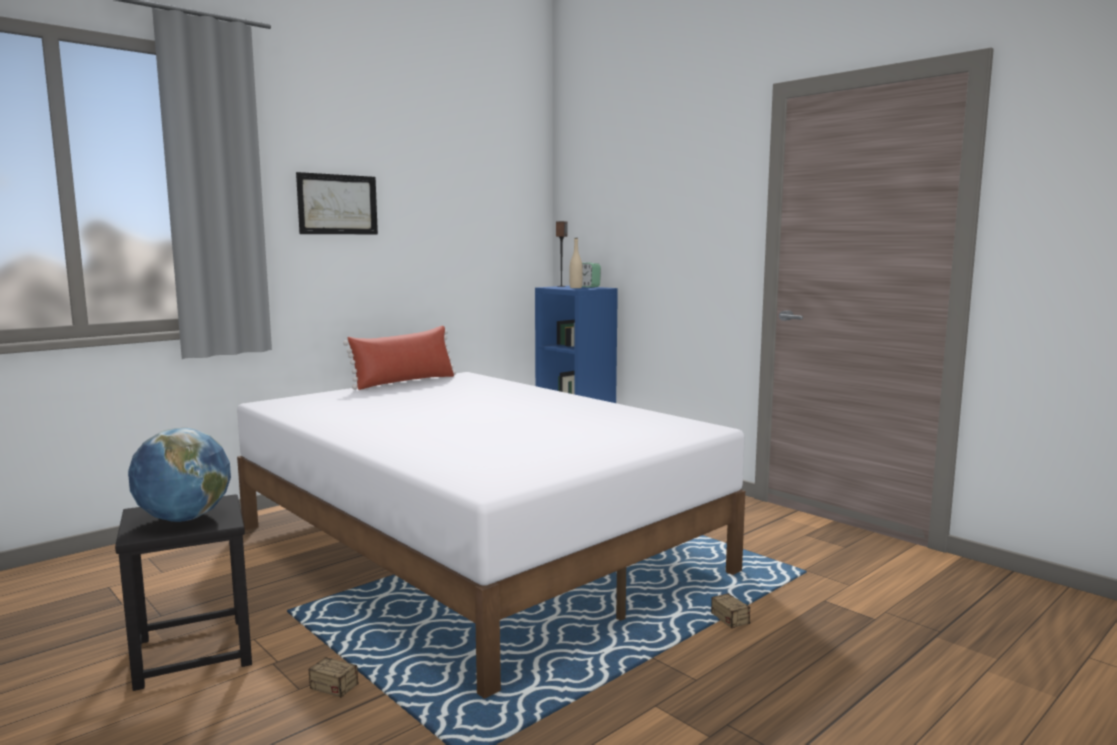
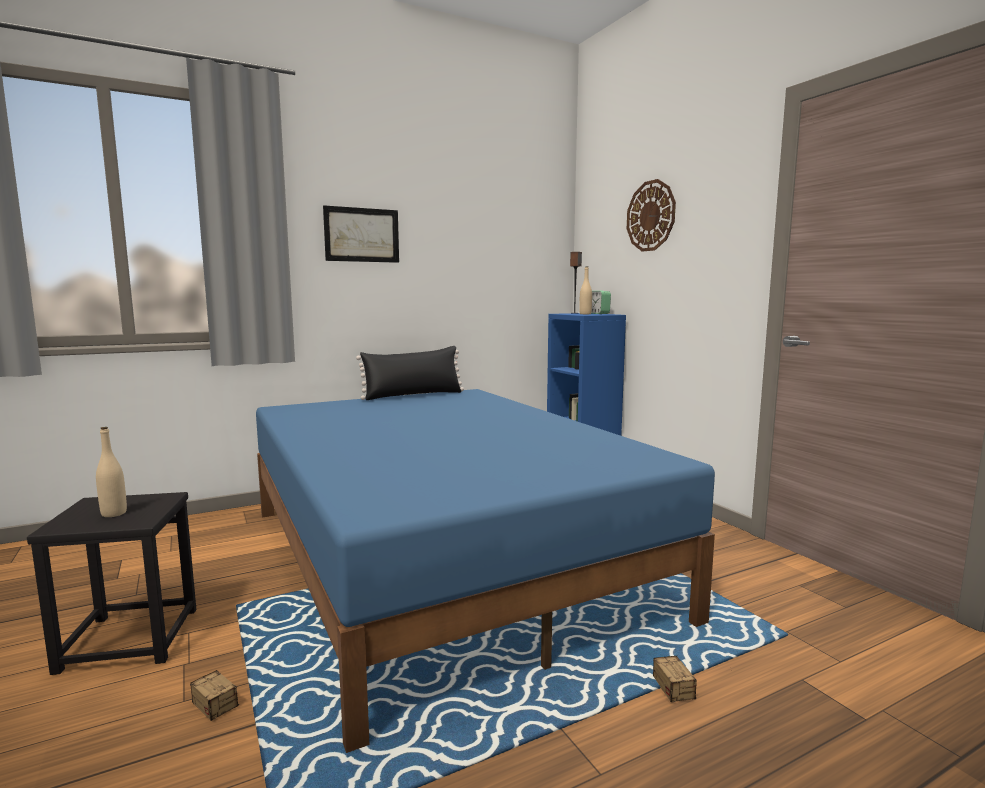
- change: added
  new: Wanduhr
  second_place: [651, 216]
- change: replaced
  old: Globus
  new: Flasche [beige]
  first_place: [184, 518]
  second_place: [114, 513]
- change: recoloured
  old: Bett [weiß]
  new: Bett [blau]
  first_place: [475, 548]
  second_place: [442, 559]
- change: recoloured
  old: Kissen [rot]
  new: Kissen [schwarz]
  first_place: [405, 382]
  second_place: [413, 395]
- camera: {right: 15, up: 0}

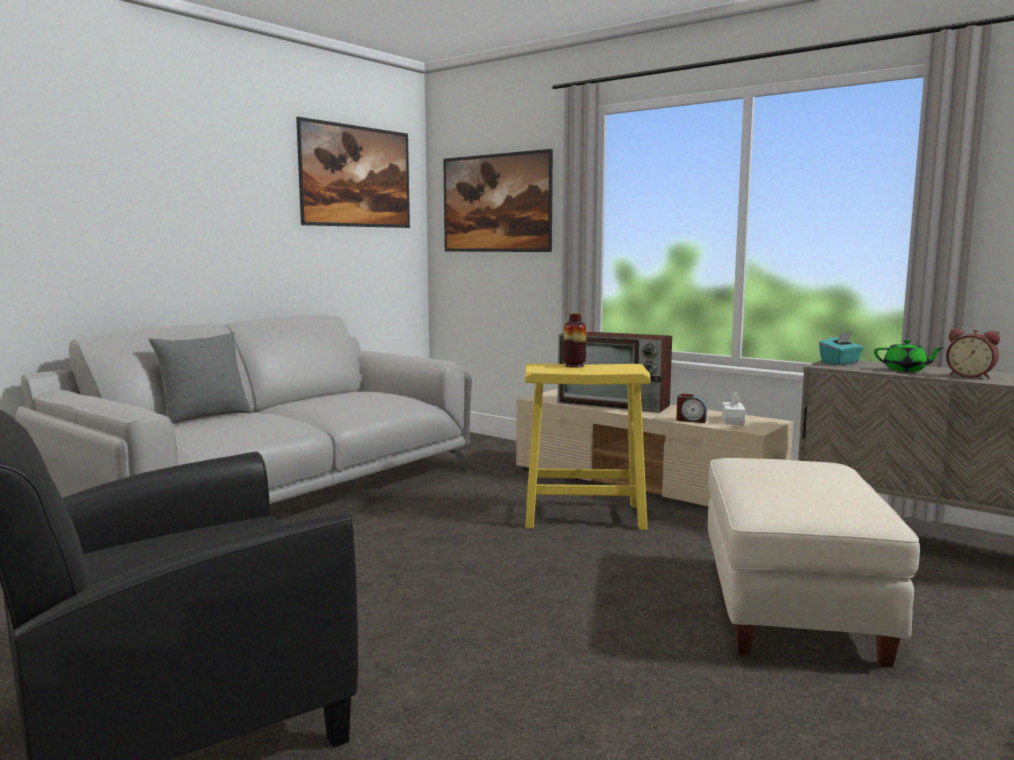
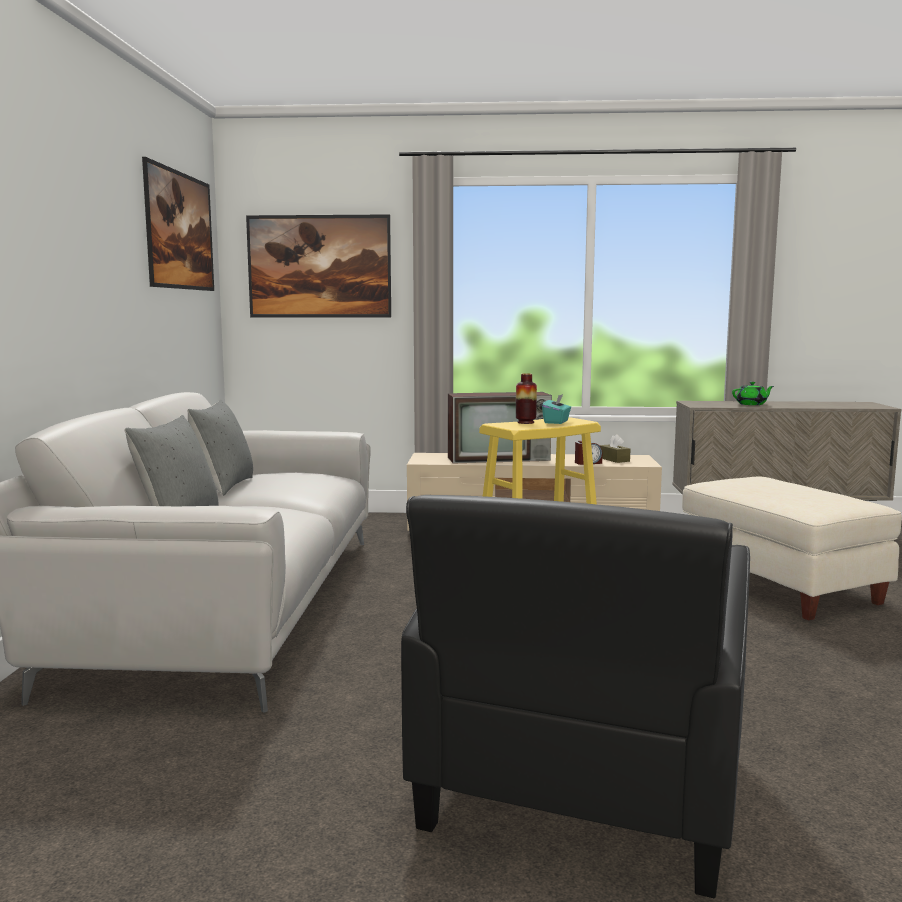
- change: removed
  old: Wecker
  first_place: [970, 376]
- change: added
  new: Kissen [grau]
  second_place: [224, 486]
- change: moved
  old: Taschentuchbox [türkis]
  first_place: [840, 363]
  second_place: [556, 422]
- change: recoloured
  old: Taschentuchbox [weiß]
  new: Taschentuchbox [braun]
  first_place: [733, 420]
  second_place: [614, 459]
- camera: {right: -35, up: 0}

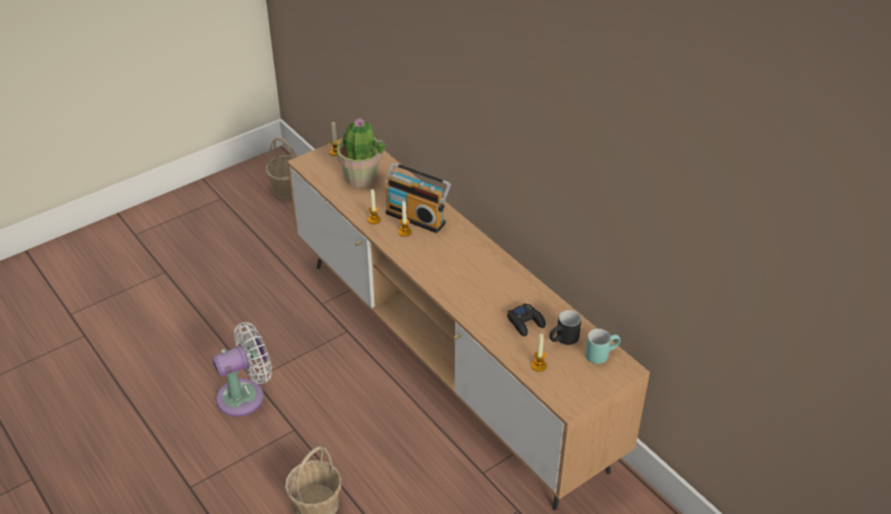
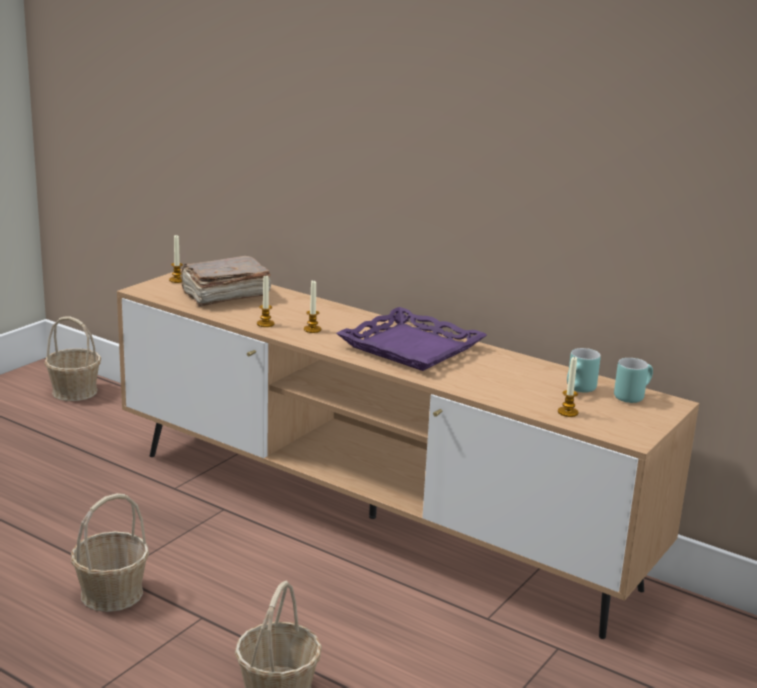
- change: removed
  old: Radio
  first_place: [417, 217]
- change: removed
  old: Gamepad [schwarz]
  first_place: [526, 323]
- change: added
  new: Tablett [lila]
  second_place: [412, 347]
- change: replaced
  old: Ventilator [weiß]
  new: Korb
  first_place: [245, 396]
  second_place: [111, 593]
- change: replaced
  old: Topfpflanze
  new: Buch [braun]
  first_place: [361, 178]
  second_place: [224, 295]
- change: recoloured
  old: Henkelbecher [schwarz]
  new: Henkelbecher [türkis]
  first_place: [564, 341]
  second_place: [580, 391]
- camera: {right: -20, up: -20}

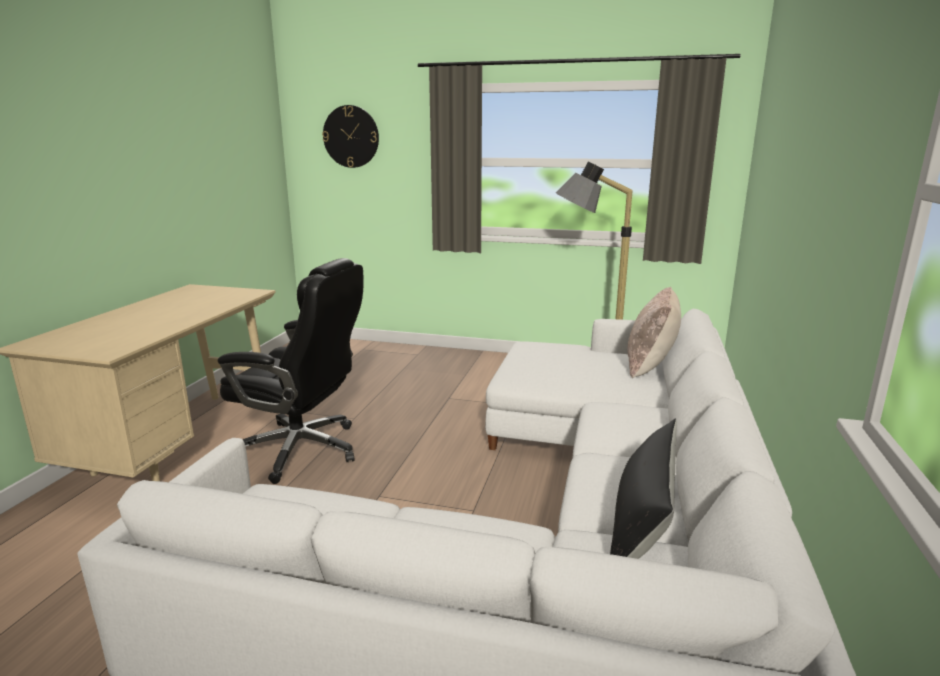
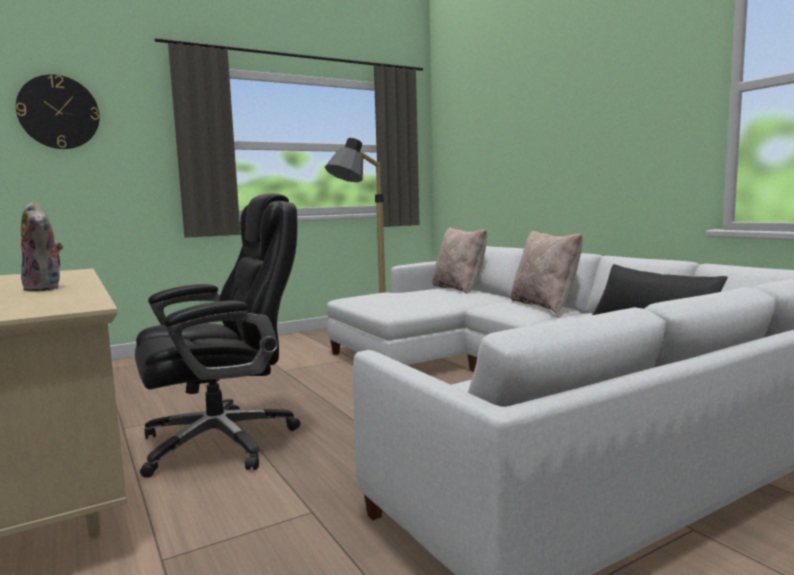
- change: added
  new: Plüschtier
  second_place: [46, 288]
- change: added
  new: Kissen [beige]
  second_place: [544, 305]
- camera: {right: -45, up: -10}

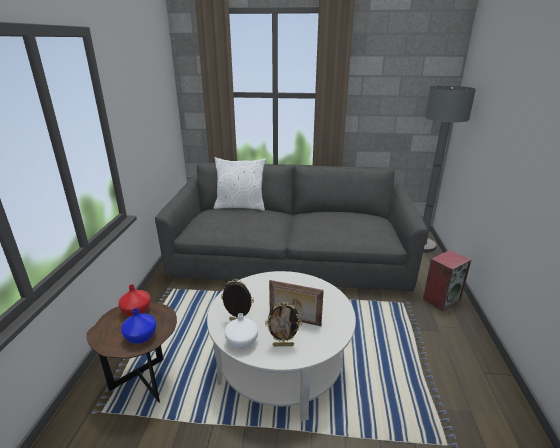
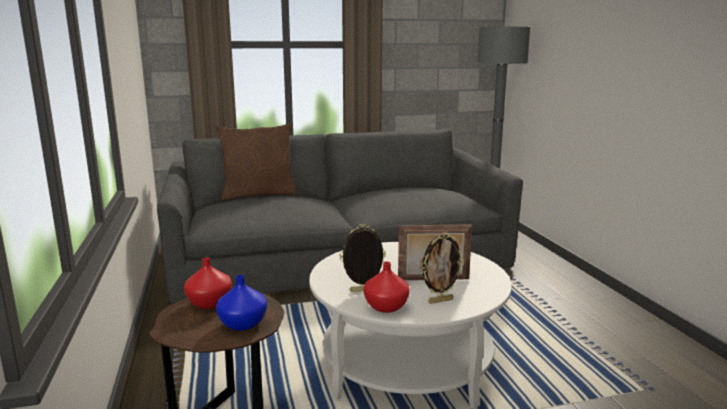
- change: removed
  old: Lautsprecher
  first_place: [441, 299]
- change: recoloured
  old: Kissen [weiß]
  new: Kissen [braun]
  first_place: [240, 206]
  second_place: [259, 195]
- change: recoloured
  old: Vase [weiß]
  new: Vase [rot]
  first_place: [242, 341]
  second_place: [386, 306]
- camera: {right: -20, up: -10}

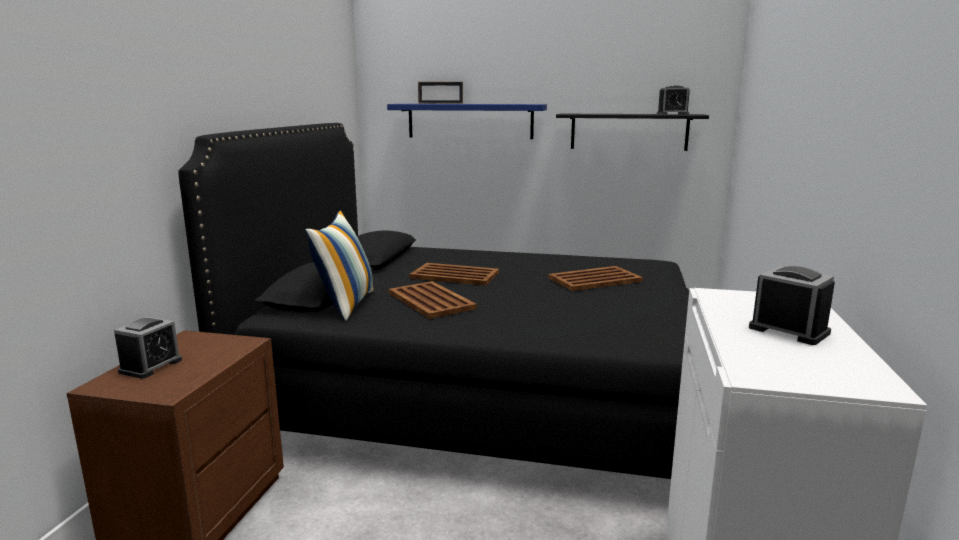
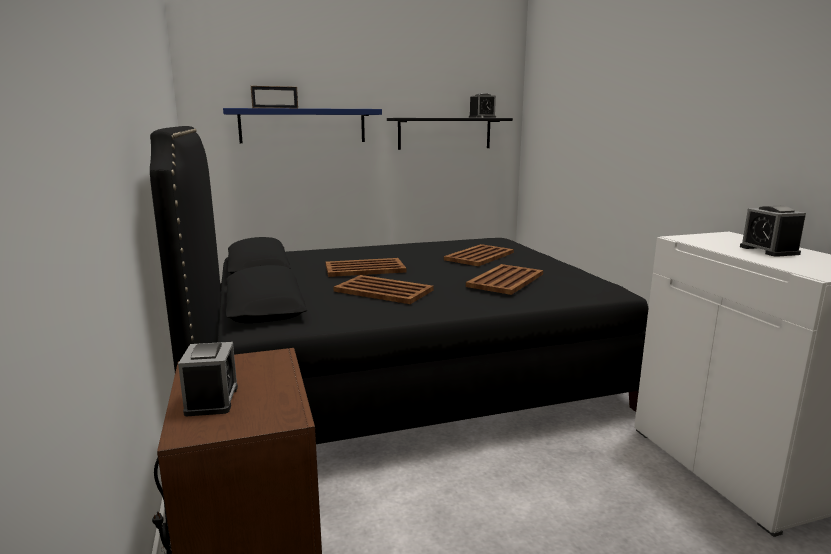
- change: removed
  old: Kissen
  first_place: [345, 304]
- change: added
  new: Tablett [braun]
  second_place: [505, 280]
- change: turned
  old: Wecker
  first_place: [788, 330]
  second_place: [769, 250]
  degrees: -120
- camera: {right: -30, up: 0}

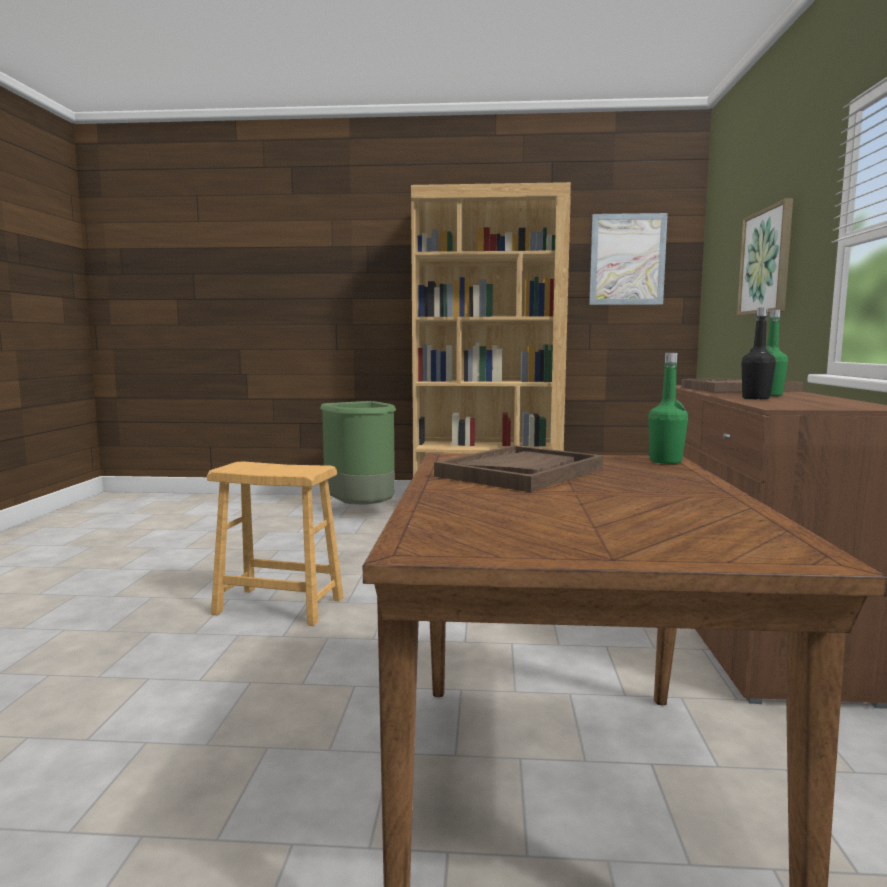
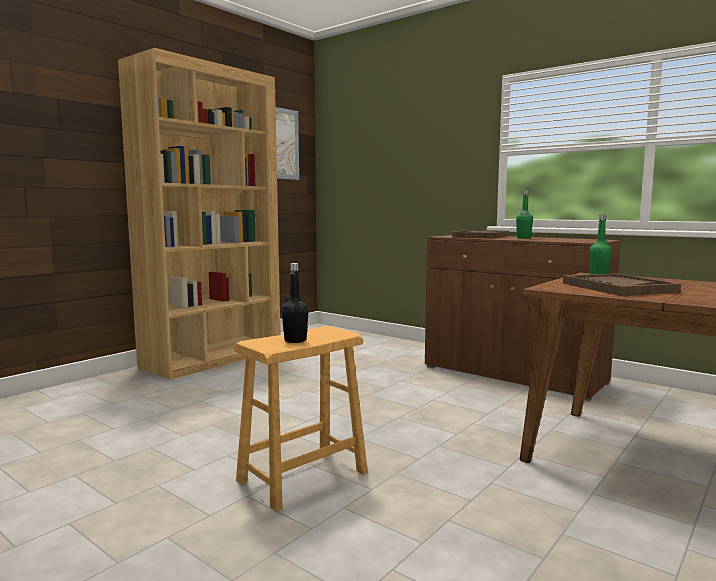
- change: removed
  old: Mülleimer [grün]
  first_place: [362, 511]
- change: removed
  old: Bild
  first_place: [766, 262]
- change: moved
  old: Flasche [schwarz]
  first_place: [755, 398]
  second_place: [295, 340]
- camera: {right: -55, up: 0}

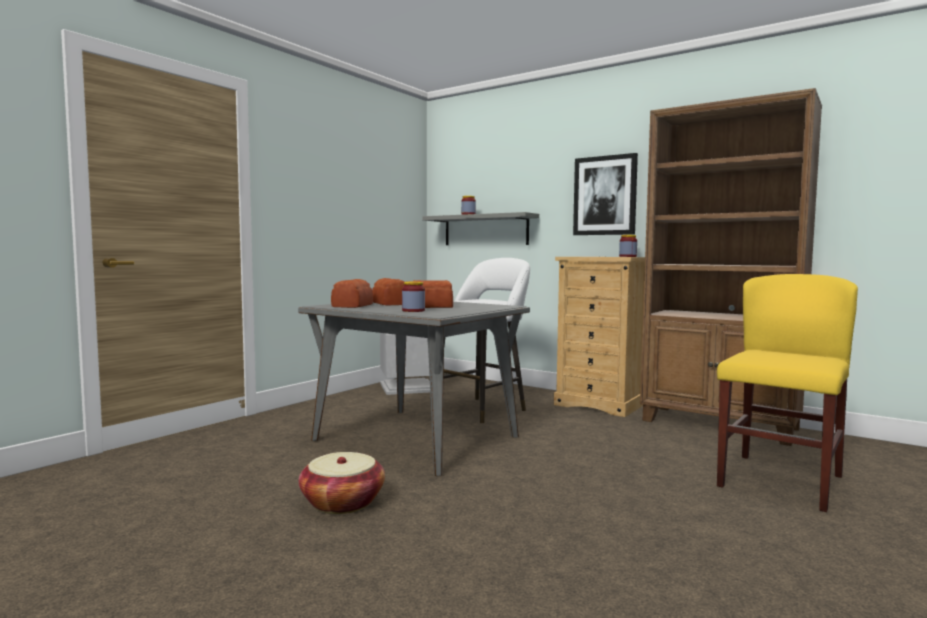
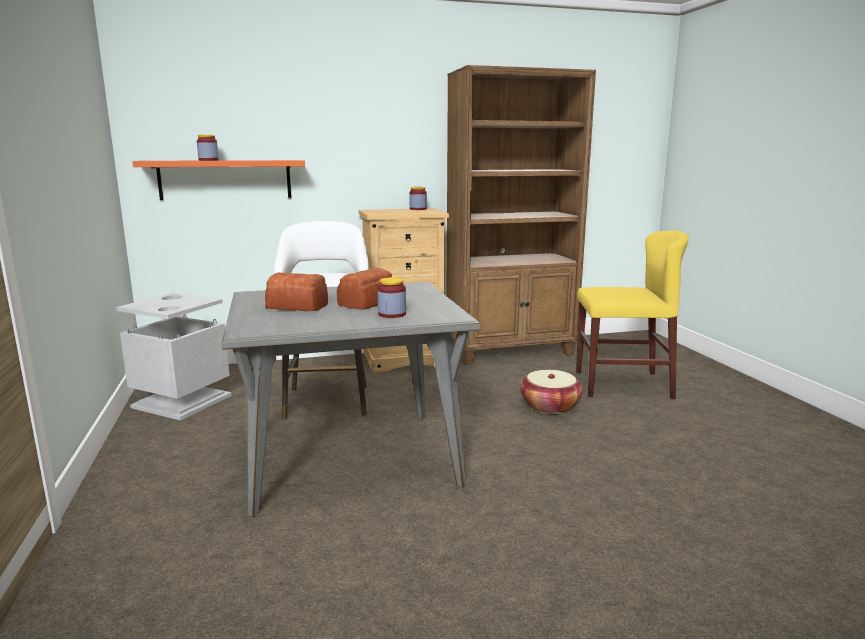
- change: removed
  old: Brot
  first_place: [351, 306]
- change: removed
  old: Bild
  first_place: [605, 195]
- change: moved
  old: Korb
  first_place: [342, 502]
  second_place: [550, 406]
- change: recoloured
  old: Wandregal [grau]
  new: Wandregal [orange]
  first_place: [485, 230]
  second_place: [225, 179]
- change: turned
  old: Stuhl [gelb]
  first_place: [780, 481]
  second_place: [622, 384]
  degrees: 105
- camera: {right: -50, up: 10}

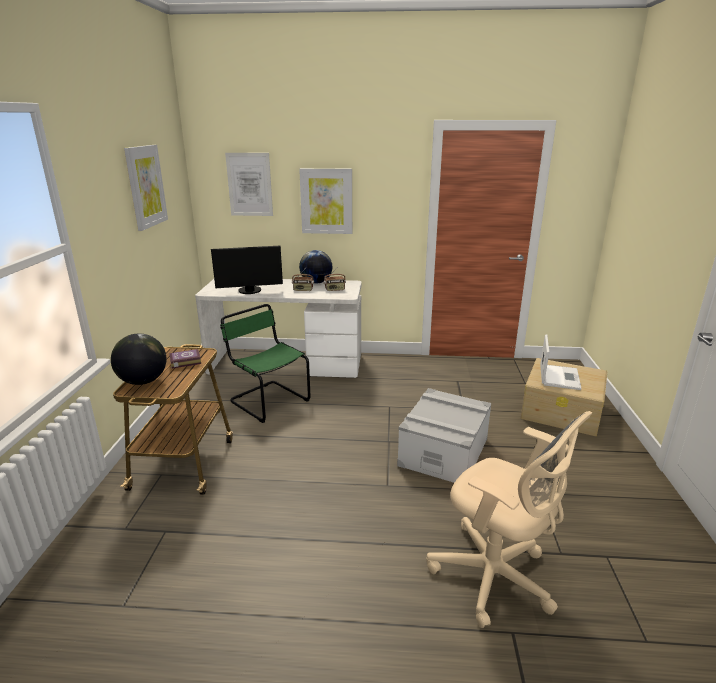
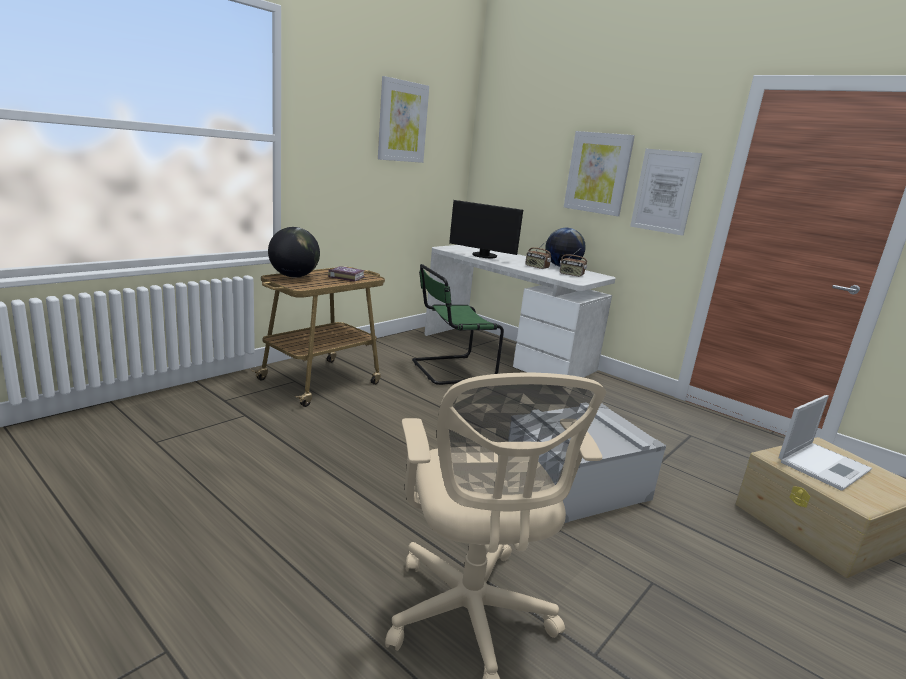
- change: moved
  old: Bild
  first_place: [249, 184]
  second_place: [664, 191]
- change: turned
  old: Stuhl [grün]
  first_place: [268, 400]
  second_place: [449, 370]
  degrees: -105
- camera: {right: 35, up: -5}

